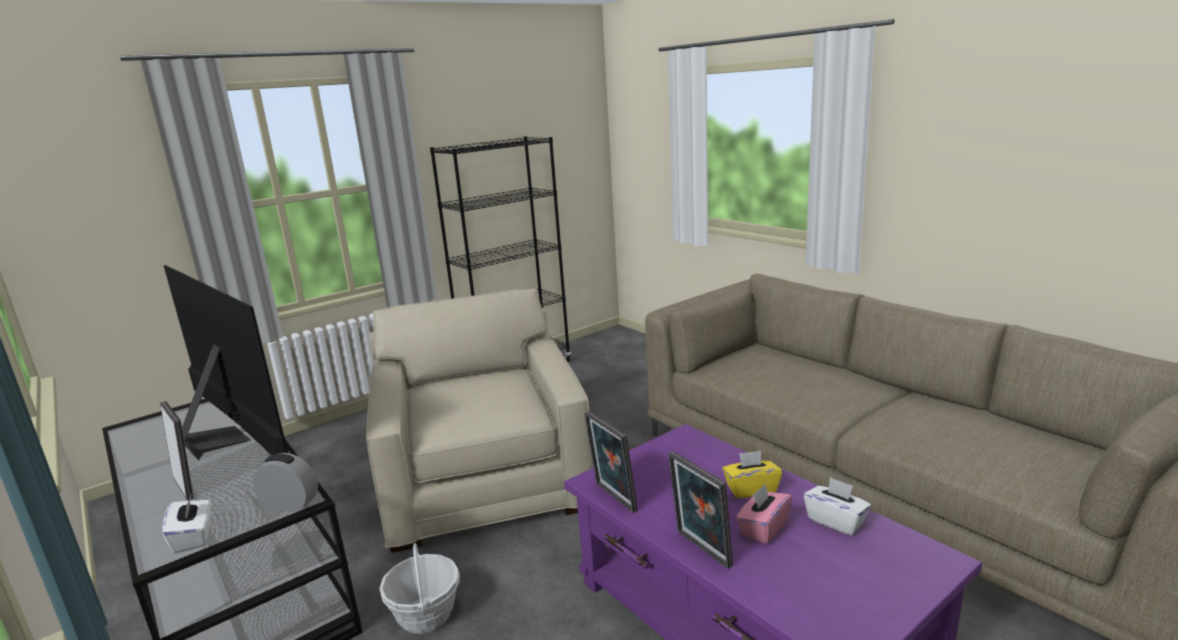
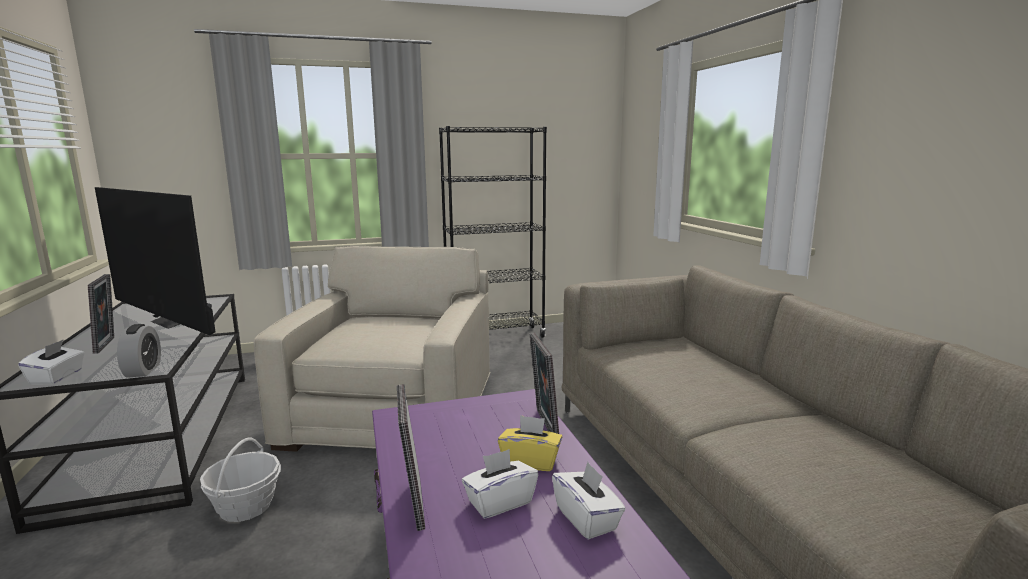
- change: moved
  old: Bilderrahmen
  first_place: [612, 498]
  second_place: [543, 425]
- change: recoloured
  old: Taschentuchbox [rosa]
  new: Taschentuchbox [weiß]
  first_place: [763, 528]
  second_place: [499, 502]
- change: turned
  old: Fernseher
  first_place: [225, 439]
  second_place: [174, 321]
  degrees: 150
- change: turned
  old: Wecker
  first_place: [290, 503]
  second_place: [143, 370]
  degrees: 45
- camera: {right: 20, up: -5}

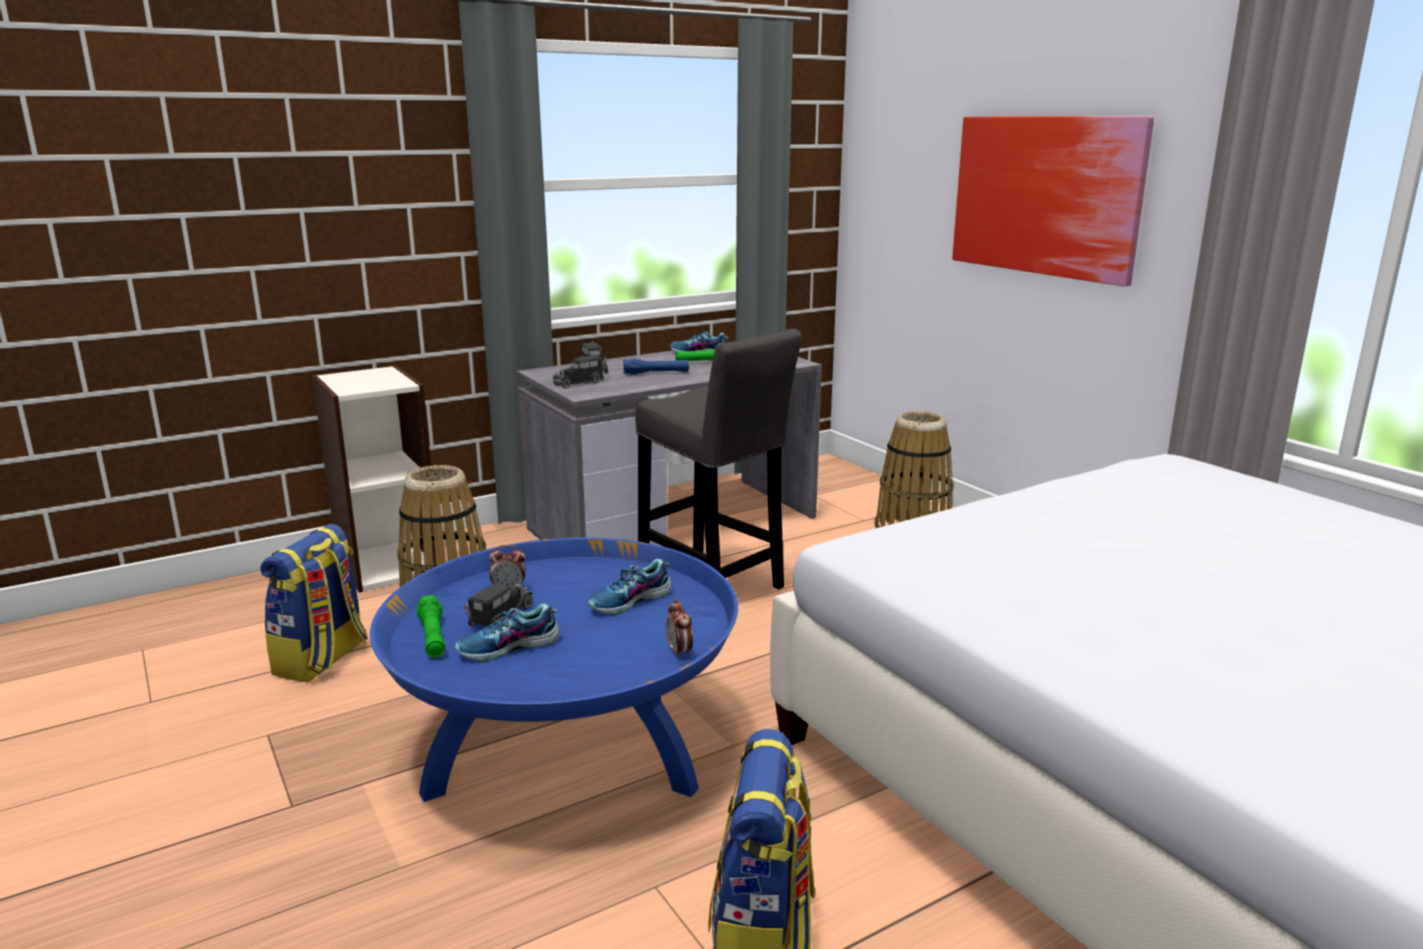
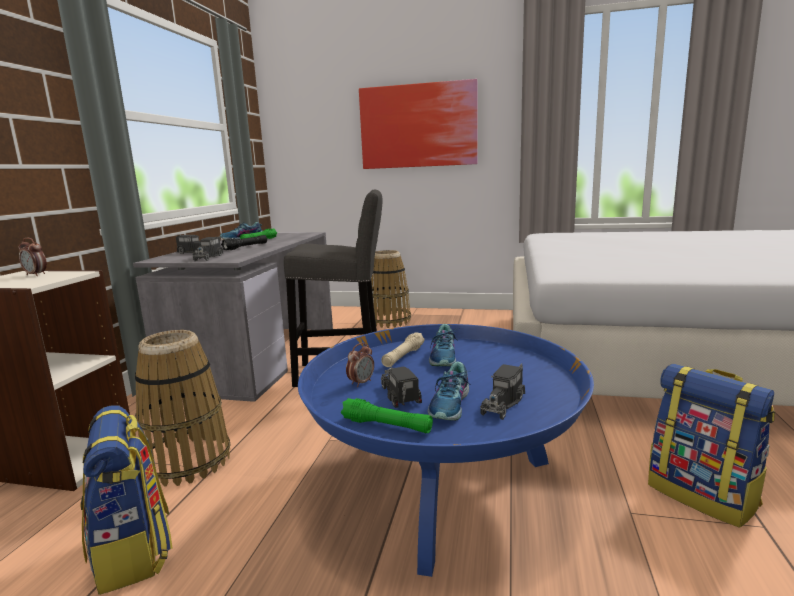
- change: added
  new: Taschenlampe [beige]
  second_place: [403, 356]
- change: added
  new: Spielzeuglaster
  second_place: [503, 403]
- change: moved
  old: Wecker
  first_place: [680, 652]
  second_place: [36, 275]
- change: recoloured
  old: Taschenlampe [blau]
  new: Taschenlampe [schwarz]
  first_place: [656, 373]
  second_place: [245, 247]
- camera: {right: -45, up: -5}

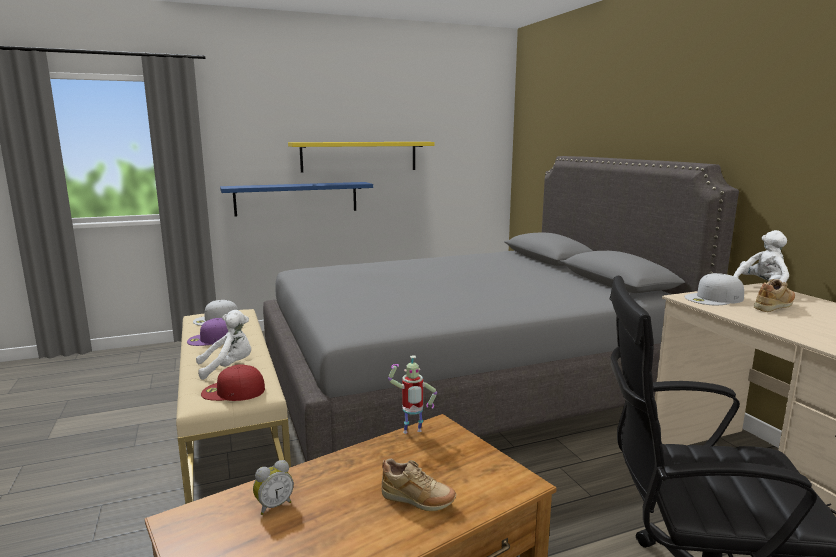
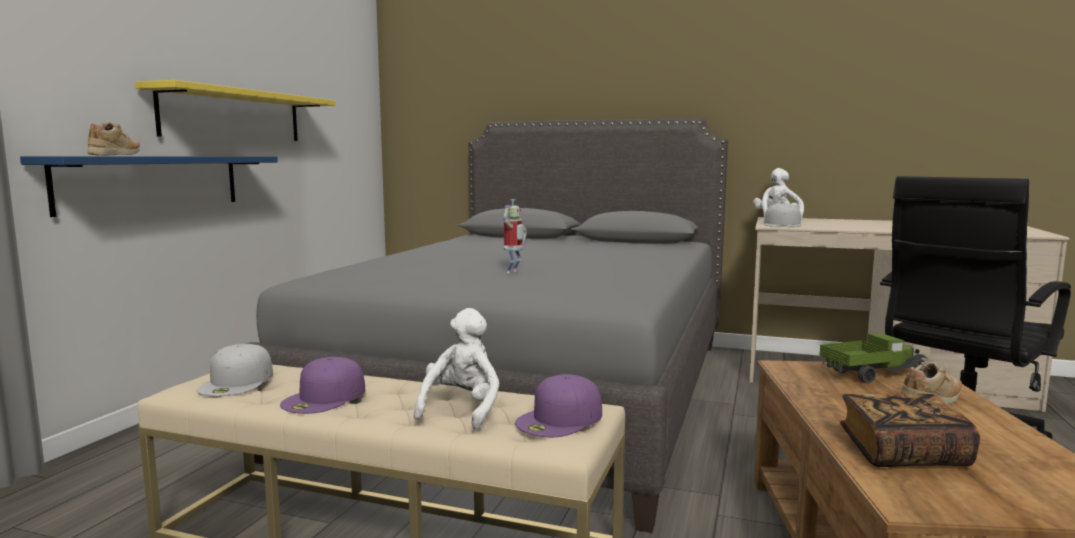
- change: added
  new: Spielzeuglaster
  second_place: [872, 374]
- change: moved
  old: Spielzeugroboter
  first_place: [412, 433]
  second_place: [513, 272]
- change: moved
  old: Schuh [beige]
  first_place: [774, 307]
  second_place: [116, 155]
- change: replaced
  old: Wecker
  new: Buch
  first_place: [273, 505]
  second_place: [903, 453]
- change: recoloured
  old: Kappe [rot]
  new: Kappe [lila]
  first_place: [232, 391]
  second_place: [560, 419]
- camera: {right: -50, up: -5}

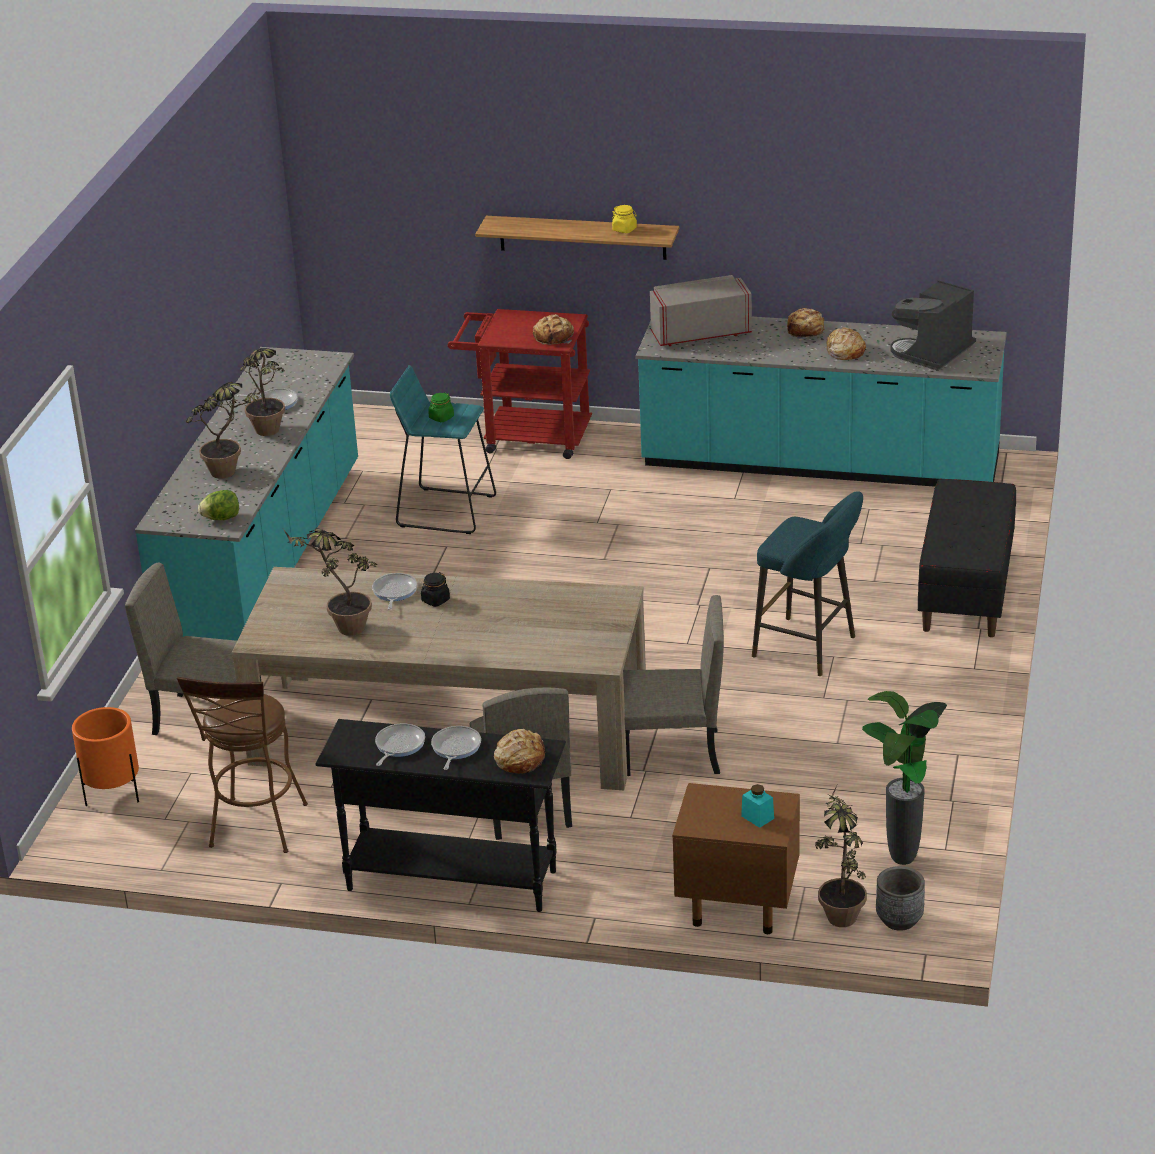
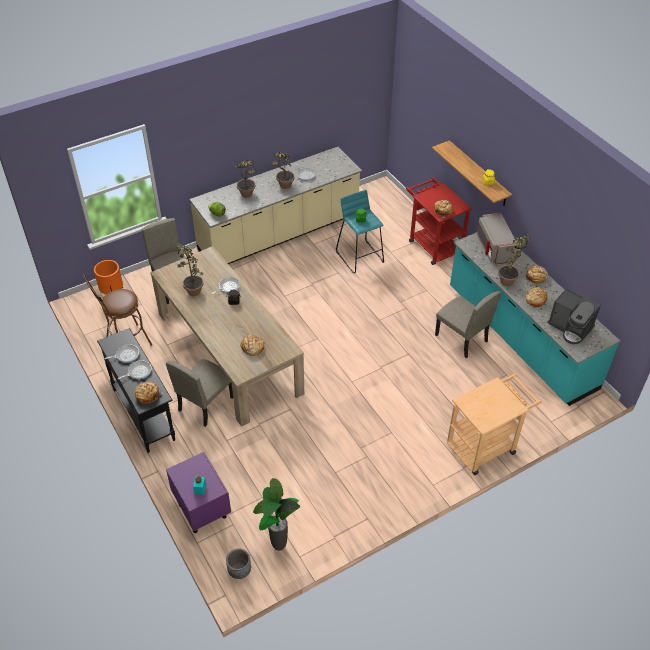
- change: removed
  old: Hocker [türkis]
  first_place: [809, 648]
- change: added
  new: Brot
  second_place: [252, 348]
- change: moved
  old: Stuhl [beige]
  first_place: [671, 753]
  second_place: [461, 338]
- change: moved
  old: Topfpflanze
  first_place: [840, 910]
  second_place: [509, 279]
- change: replaced
  old: Bank [schwarz]
  new: Rollwagen [beige]
  first_place: [966, 590]
  second_place: [485, 445]
- change: recoloured
  old: Küchenzeile [türkis]
  new: Küchenzeile [beige]
  first_place: [266, 558]
  second_place: [279, 234]
- change: recoloured
  old: Nachttisch [braun]
  new: Nachttisch [lila]
  first_place: [736, 906]
  second_place: [202, 510]
- change: turned
  old: Mikrowelle [grau]
  first_place: [700, 332]
  second_place: [494, 248]
  degrees: -135
- change: turned
  old: Kaffeemaschine
  first_place: [933, 353]
  second_place: [570, 328]
  degrees: -135
- camera: {right: 45, up: 15}

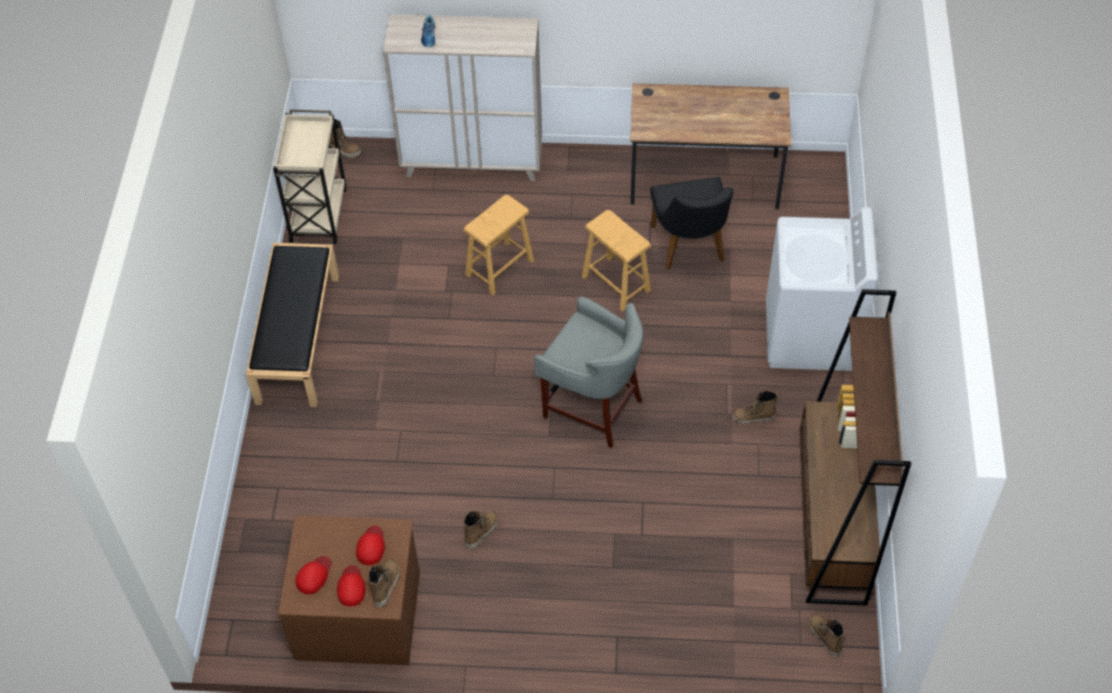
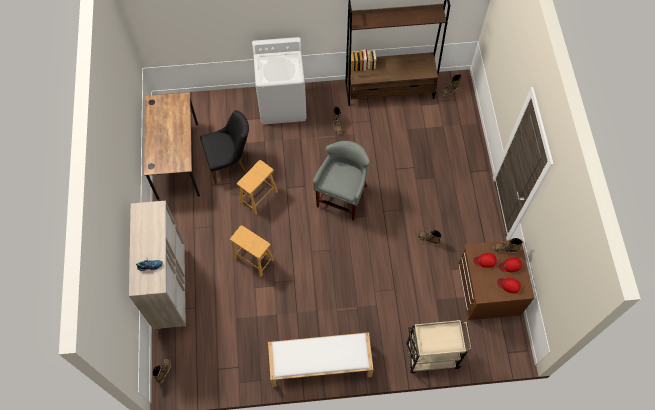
- change: moved
  old: Rollwagen [beige]
  first_place: [318, 213]
  second_place: [430, 356]
- change: recoloured
  old: Bank [schwarz]
  new: Bank [weiß]
  first_place: [297, 337]
  second_place: [319, 364]
- camera: {right: -100, up: 10}

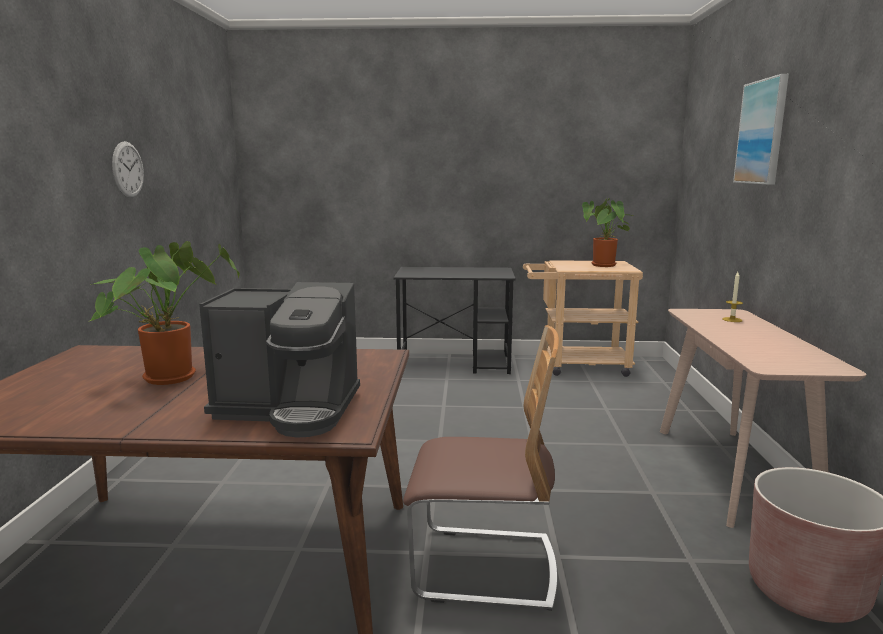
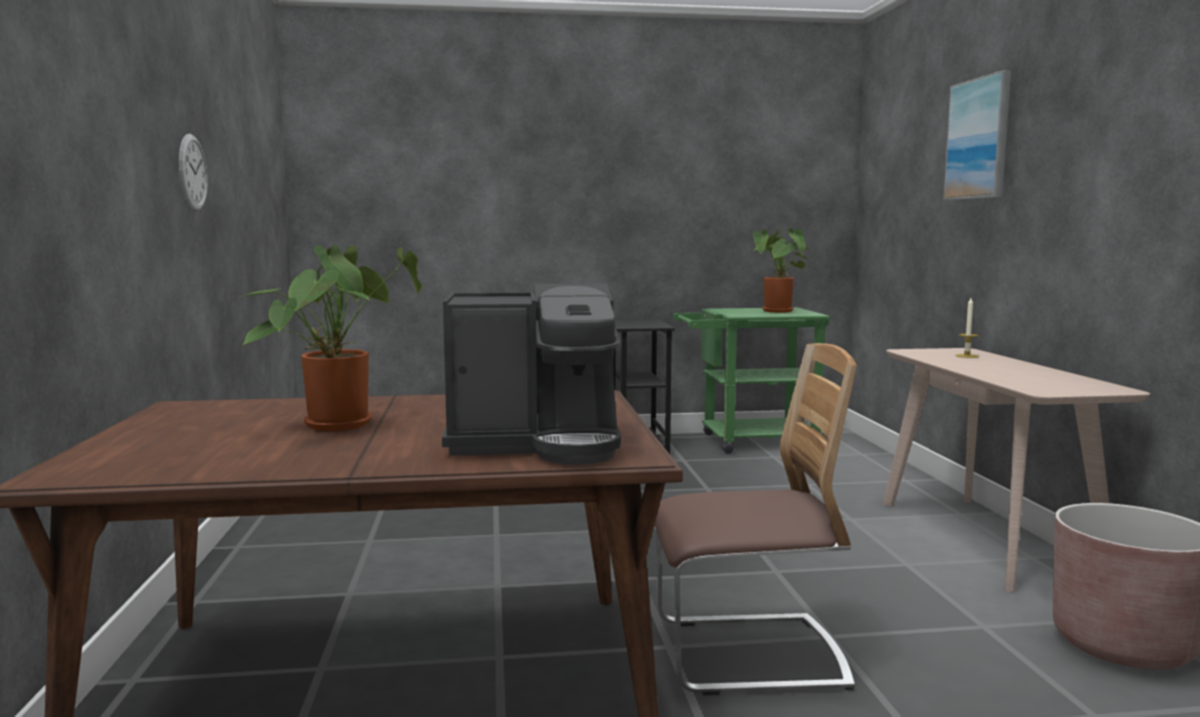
- change: recoloured
  old: Rollwagen [beige]
  new: Rollwagen [grün]
  first_place: [577, 366]
  second_place: [748, 442]
- camera: {right: -10, up: -5}

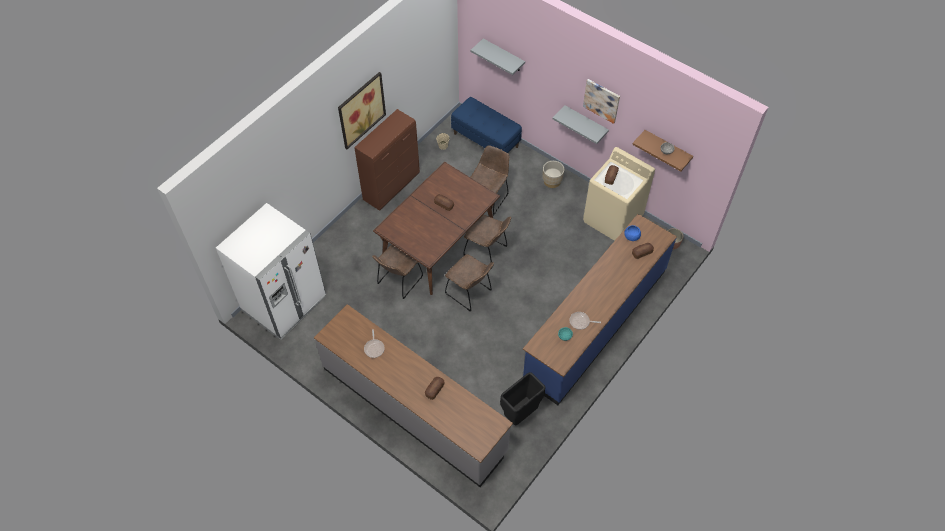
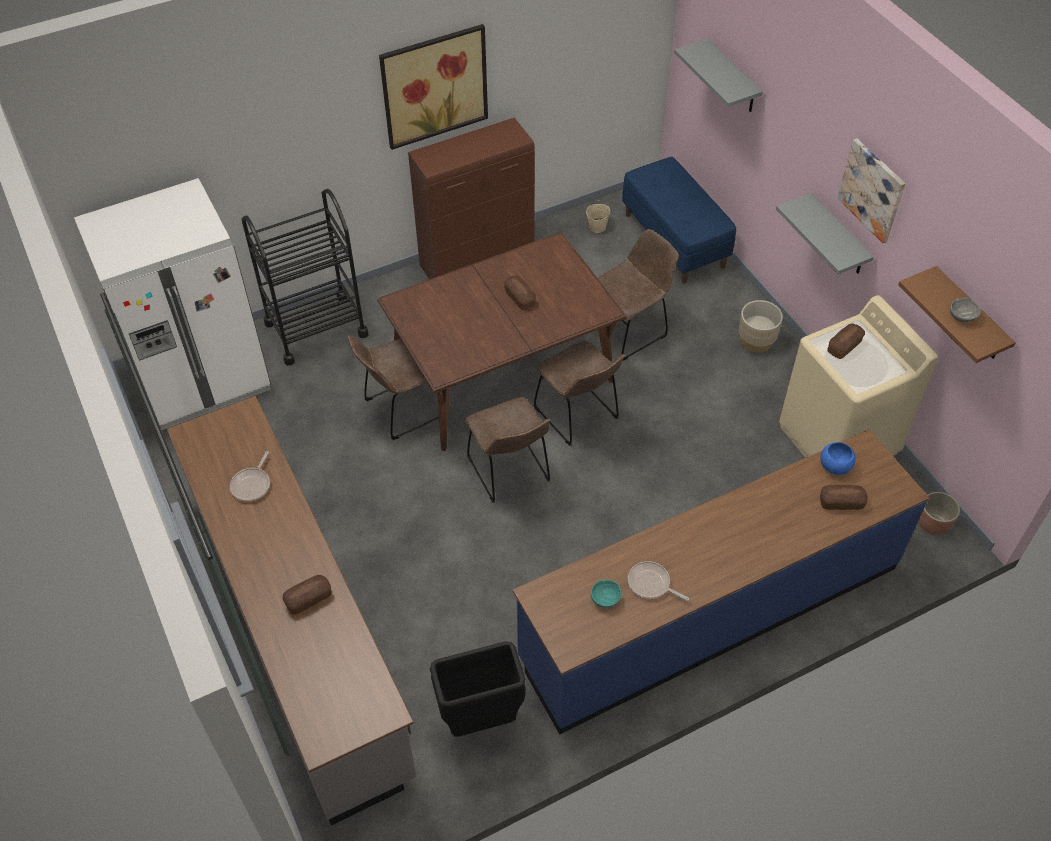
- change: added
  new: Rollwagen [schwarz]
  second_place: [316, 329]
- camera: {right: 25, up: -5}

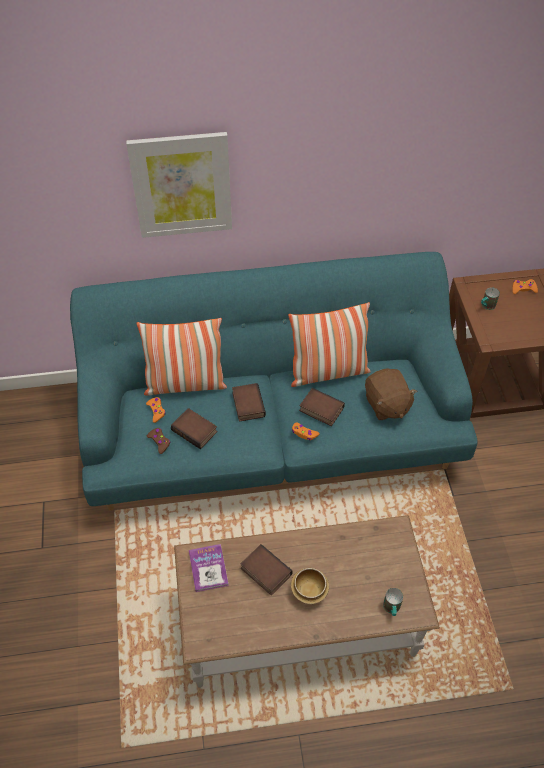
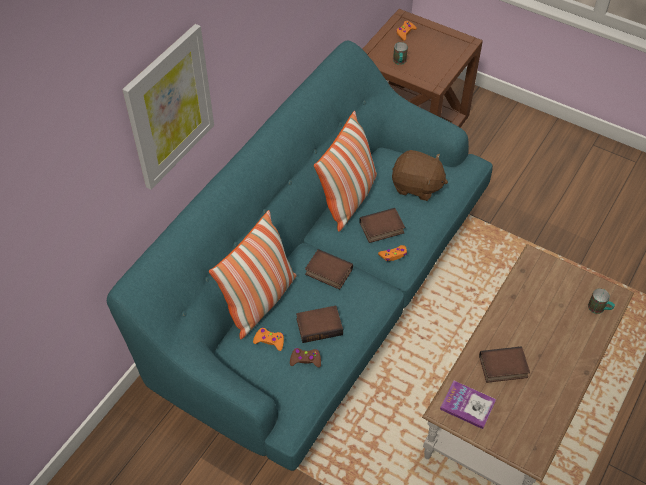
- change: removed
  old: Schüssel
  first_place: [309, 590]
- camera: {right: -50, up: 0}

